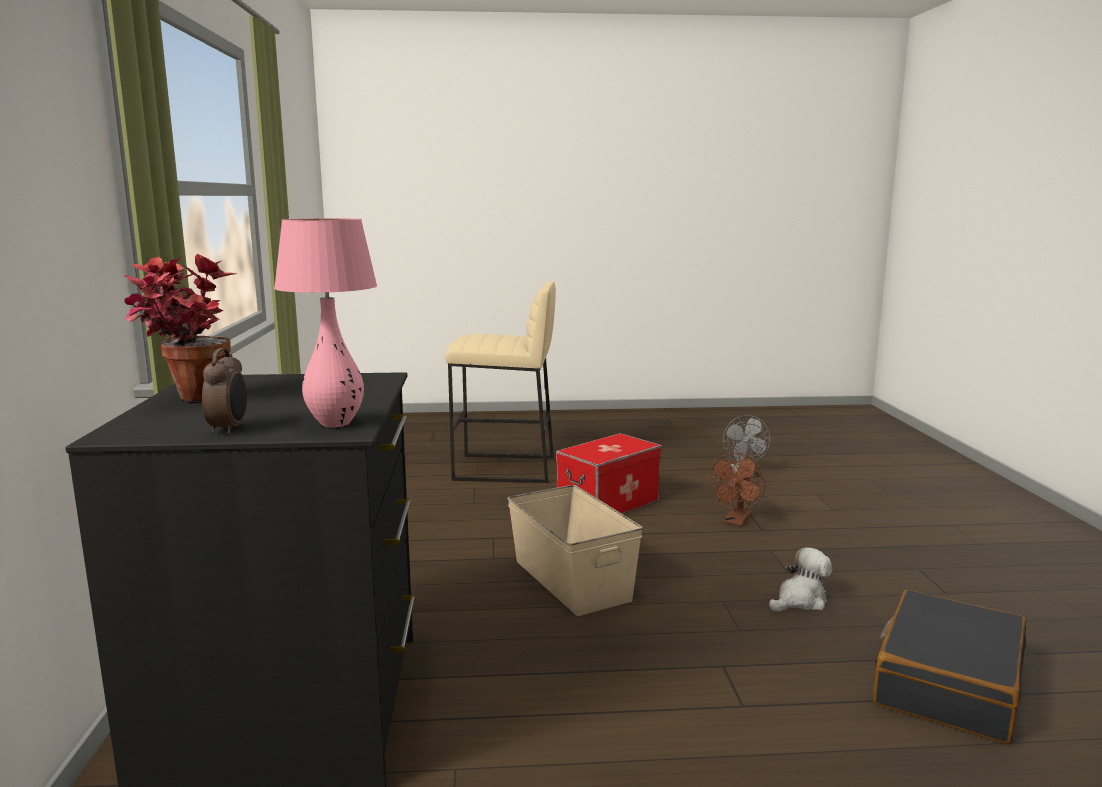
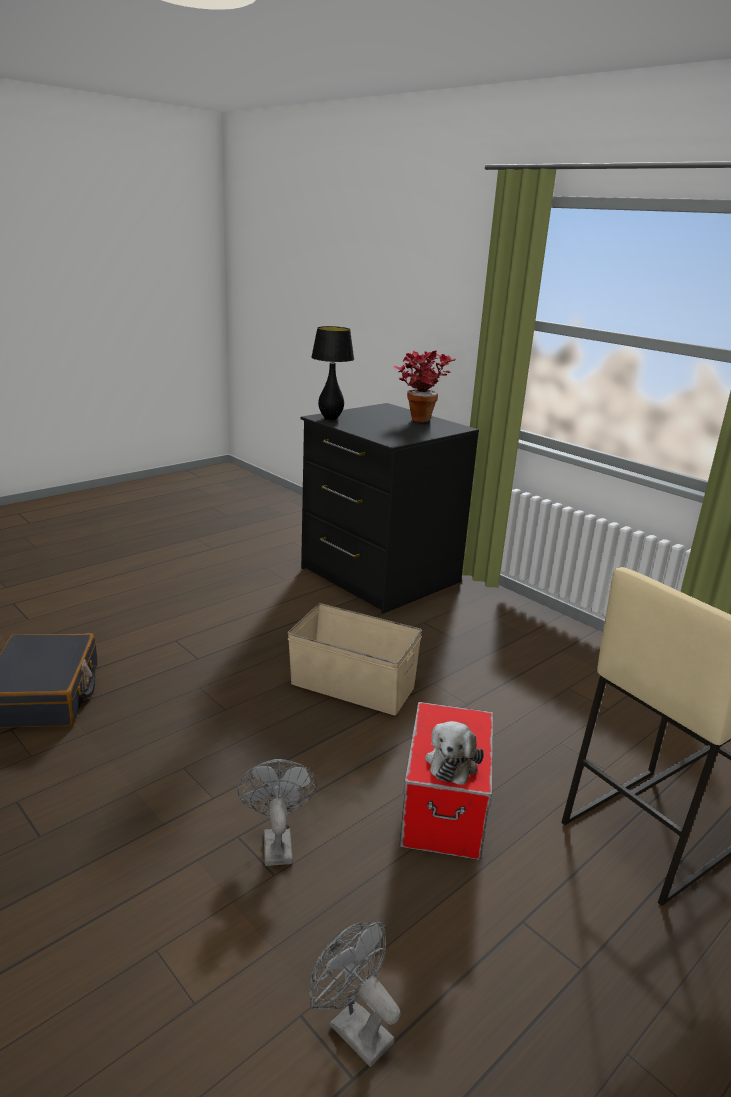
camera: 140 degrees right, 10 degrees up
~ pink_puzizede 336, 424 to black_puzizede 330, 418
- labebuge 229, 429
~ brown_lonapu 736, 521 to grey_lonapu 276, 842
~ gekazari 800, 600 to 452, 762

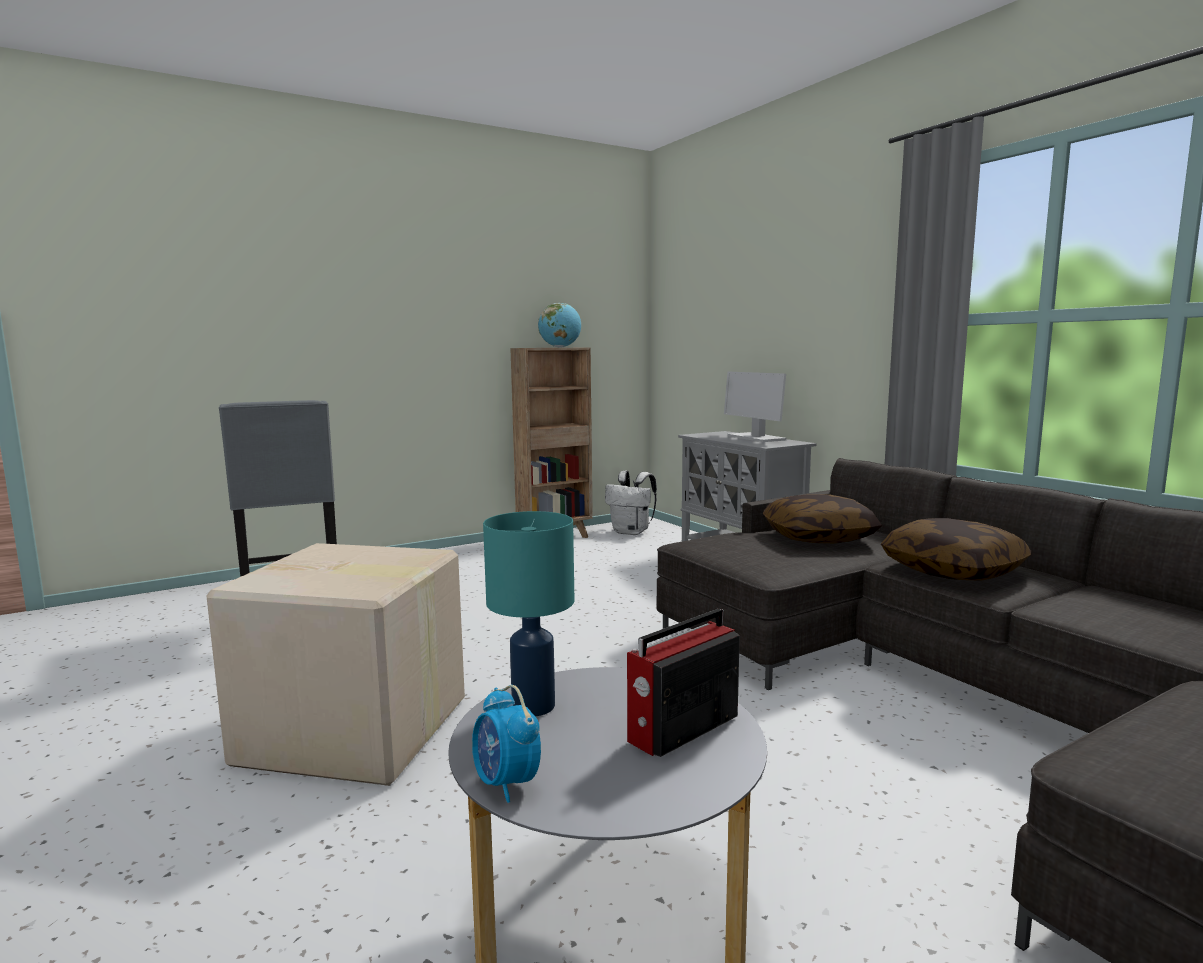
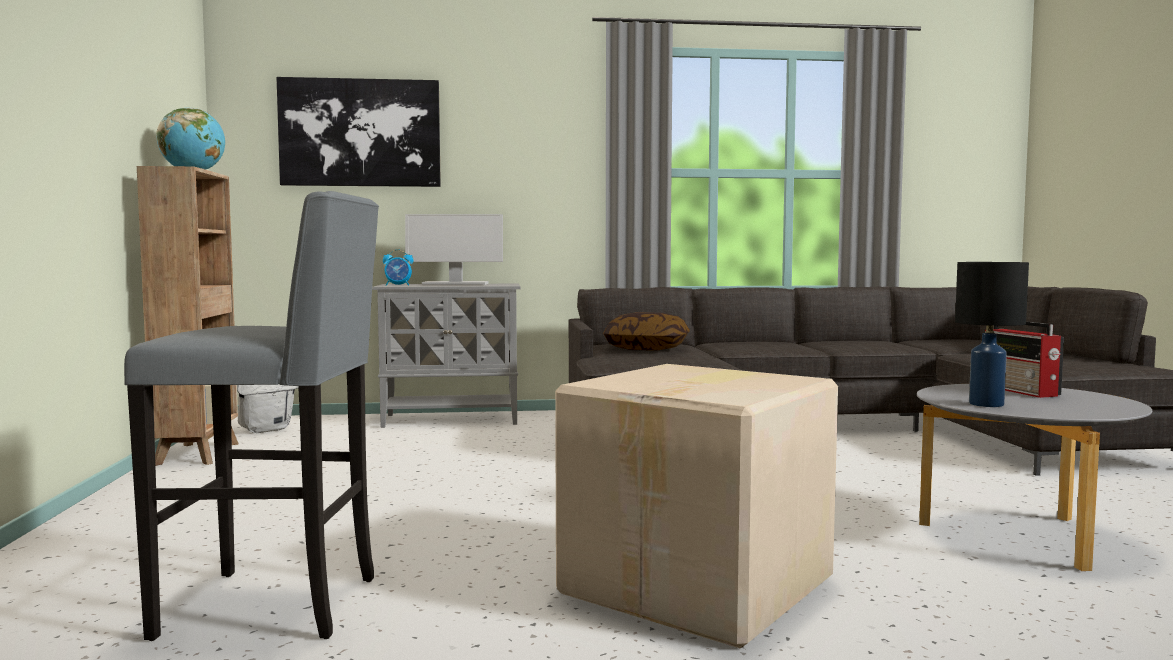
camera: 65 degrees left, 5 degrees down
~ turquoise_puzizede 532, 706 to black_puzizede 985, 404
- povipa 952, 571
~ labebuge 506, 783 to 398, 285
+ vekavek 360, 133

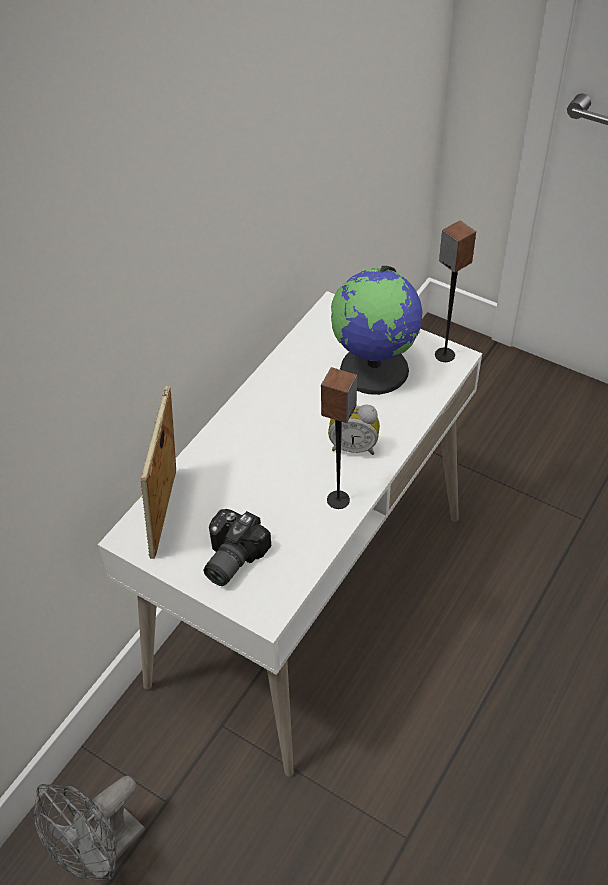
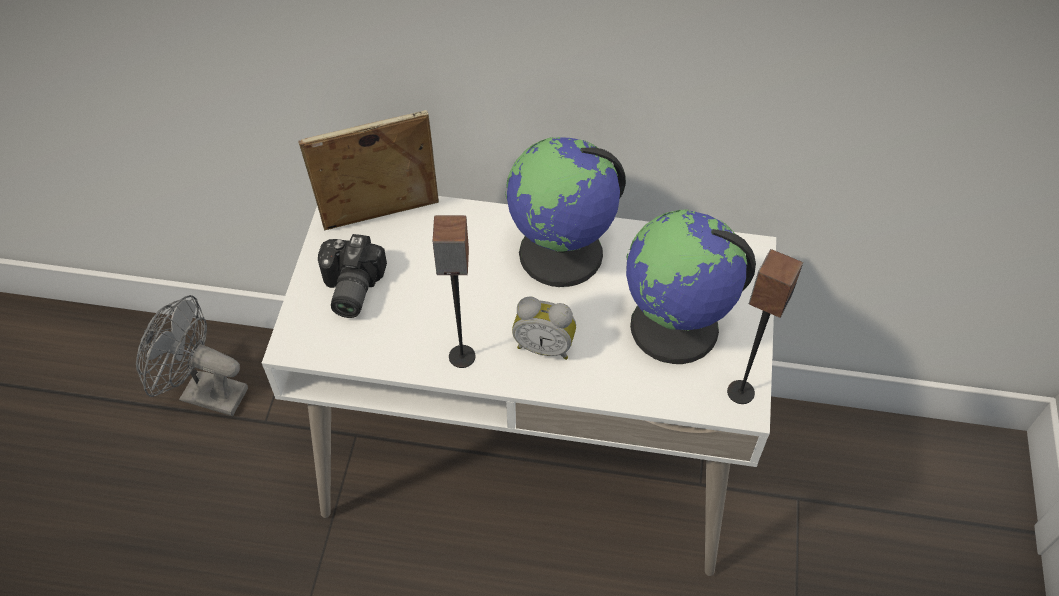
camera: 65 degrees right, 5 degrees up
~ labebuge 353, 446 = 544, 345 60 degrees counterclockwise
~ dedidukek 229, 557 = 348, 289 90 degrees counterclockwise
+ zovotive 562, 254

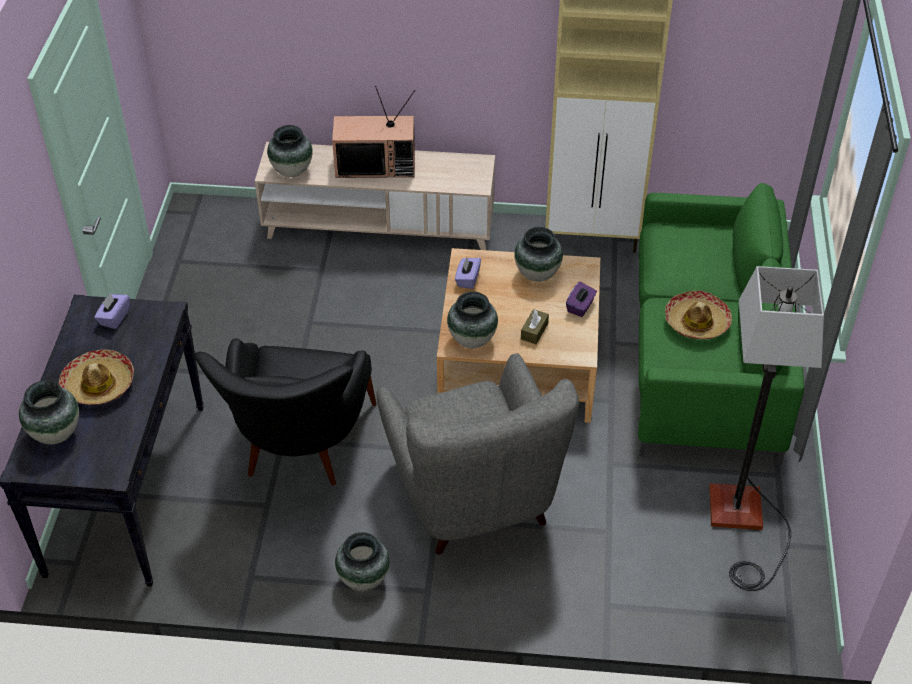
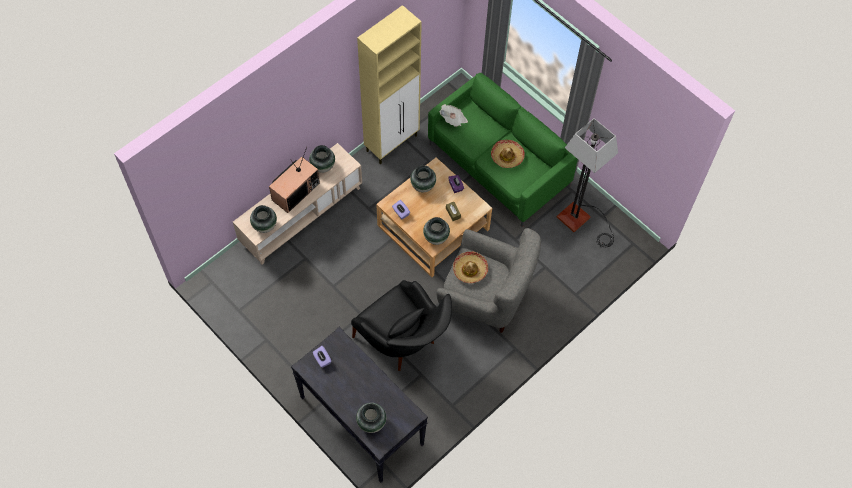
camera: 50 degrees left, 15 degrees up
~ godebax 99, 384 to 470, 270
~ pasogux 363, 578 to 322, 166
+ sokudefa 453, 120

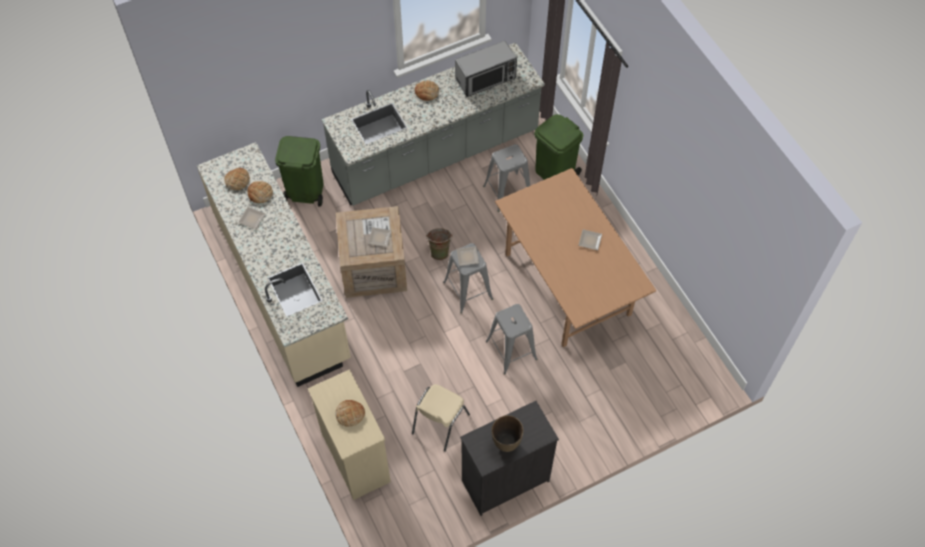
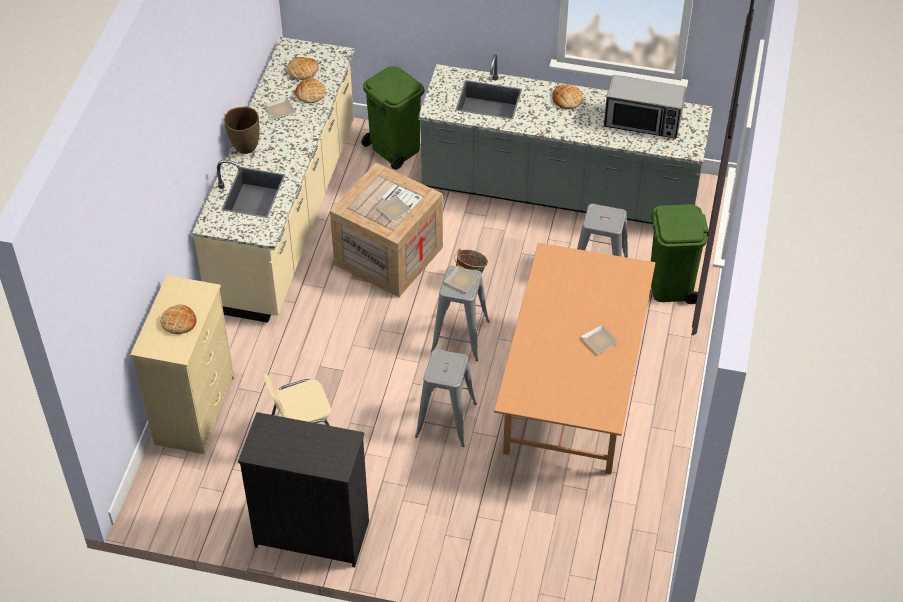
camera: 40 degrees right, 10 degrees down
~ brown_pasogux 506, 443 to 245, 147

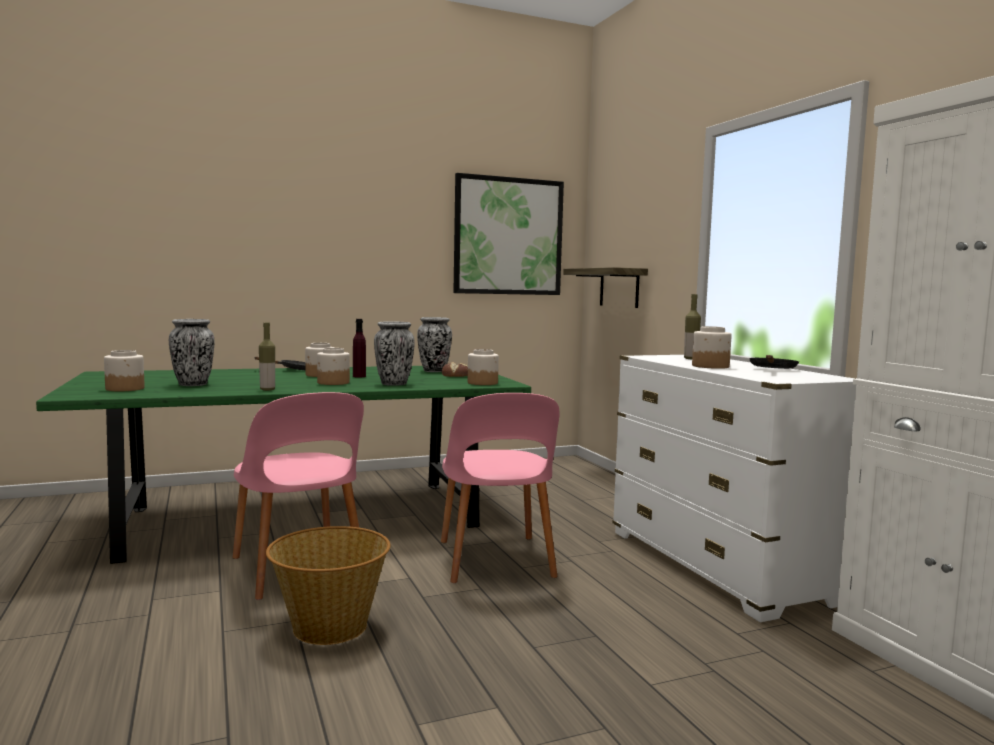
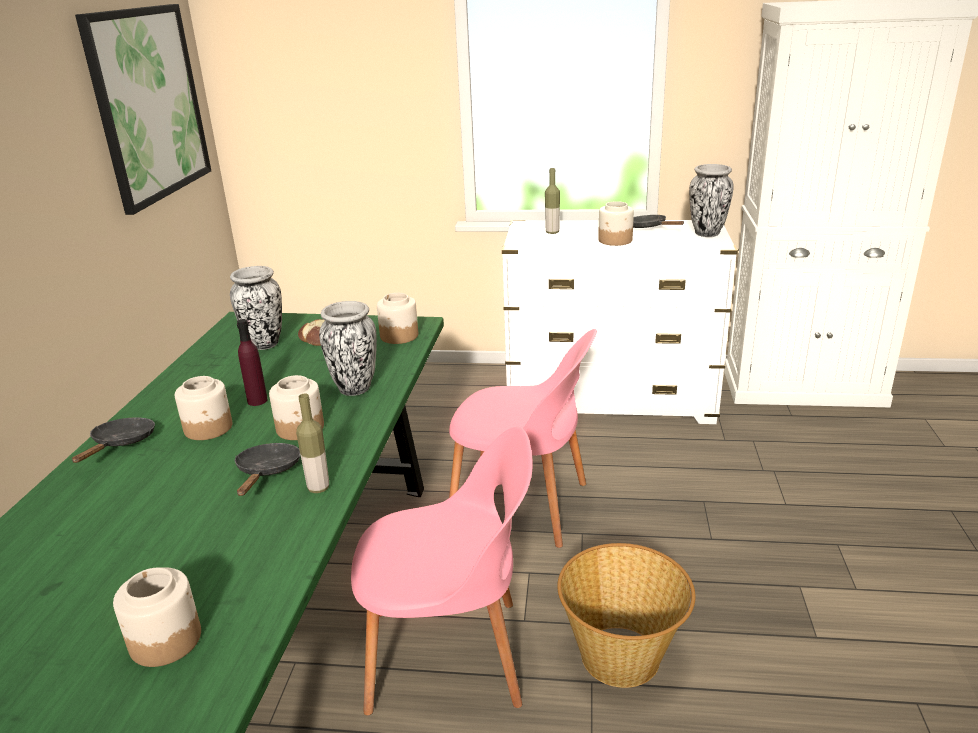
camera: 60 degrees left, 20 degrees up
- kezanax 619, 288
~ pasogux 193, 384 to 706, 233
+ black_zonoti 267, 472

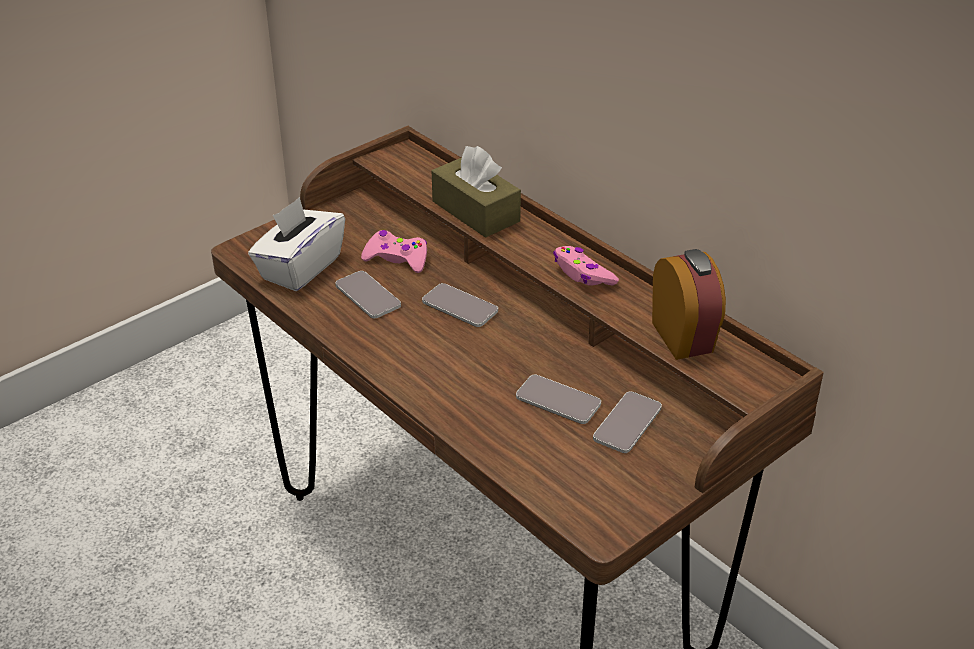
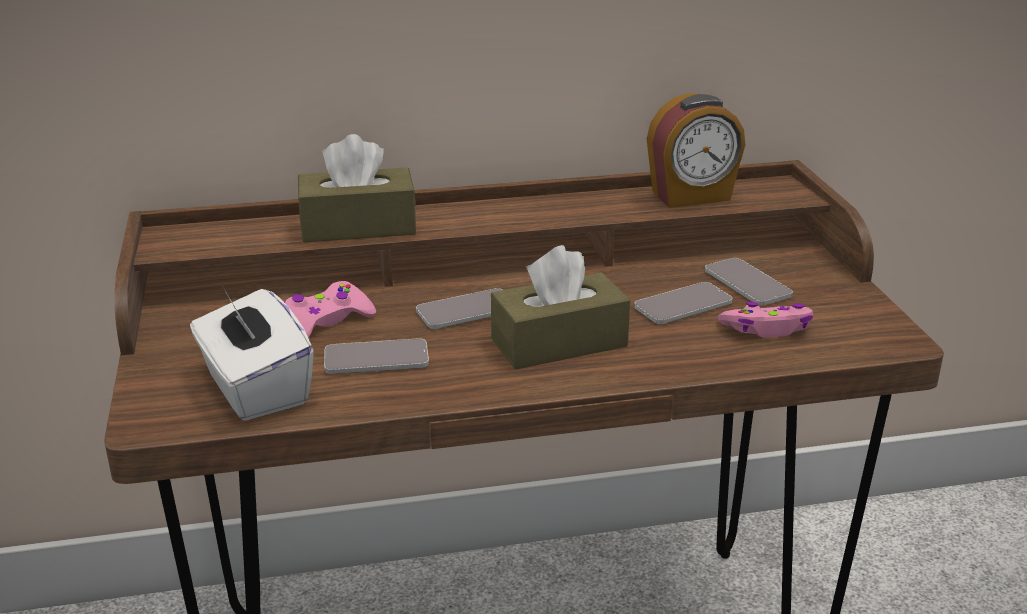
camera: 60 degrees left, 10 degrees down
~ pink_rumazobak 583, 274 to 767, 329
~ labebuge 684, 337 = 691, 196 150 degrees clockwise
+ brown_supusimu 559, 343

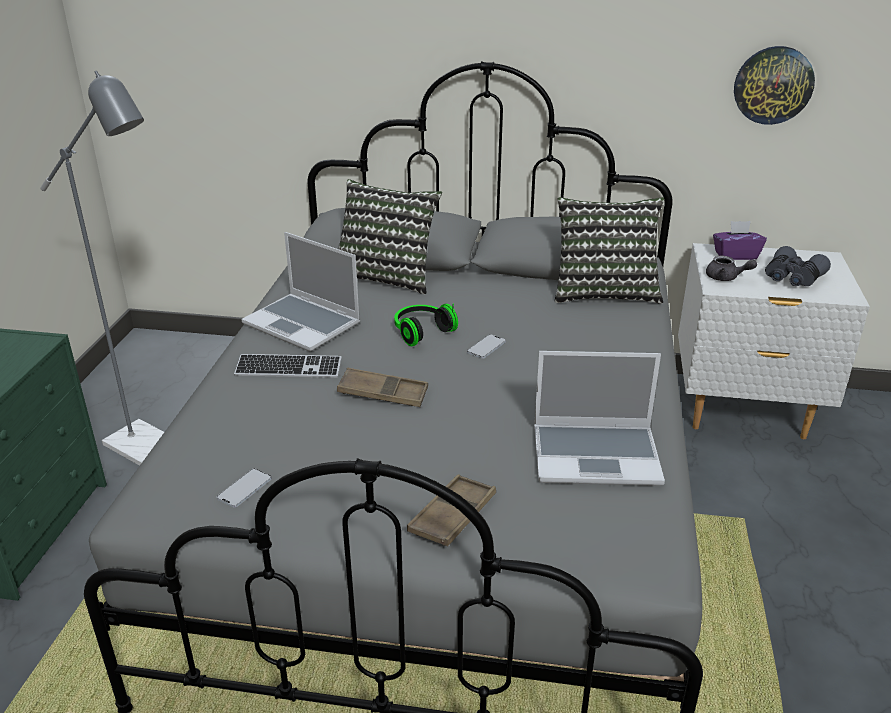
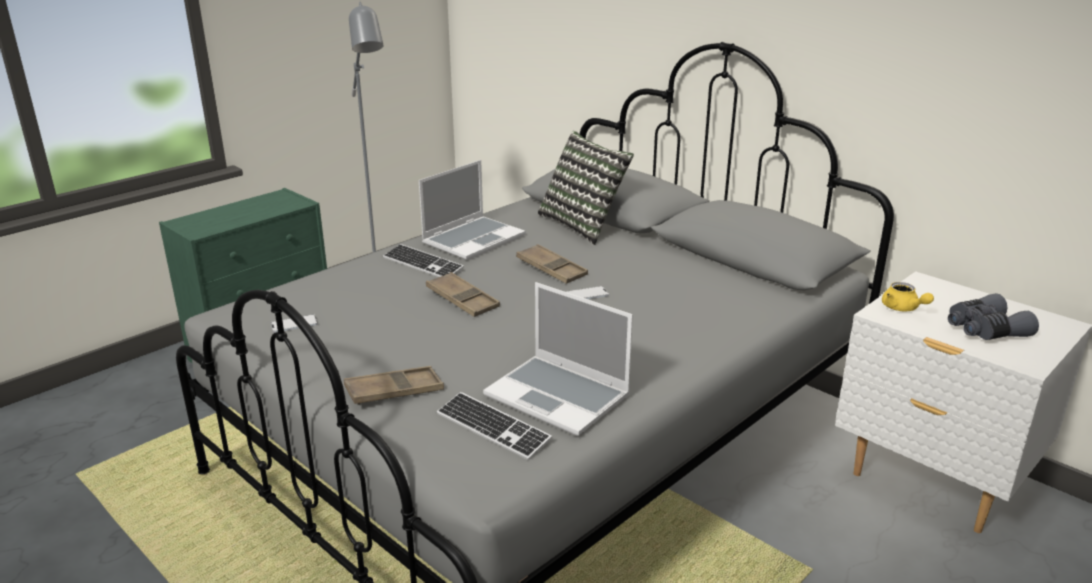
camera: 35 degrees right, 5 degrees down
- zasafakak 773, 85
- povipa 604, 291
- purple_supusimu 735, 255
~ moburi 304, 324 = 474, 239 120 degrees counterclockwise
~ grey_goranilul 726, 278 to yellow_goranilul 903, 308
~ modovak 421, 332 to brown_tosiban 551, 269
+ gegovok 492, 428

